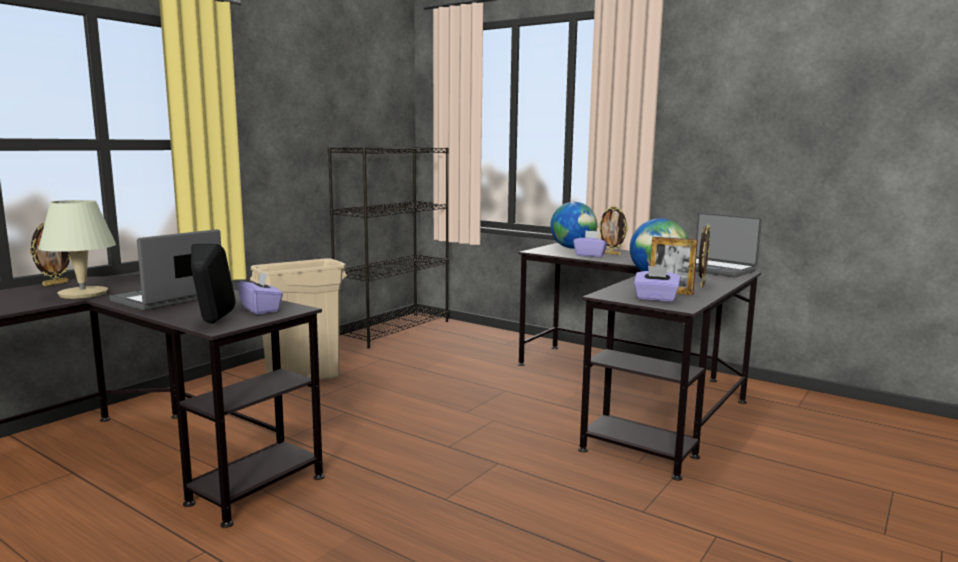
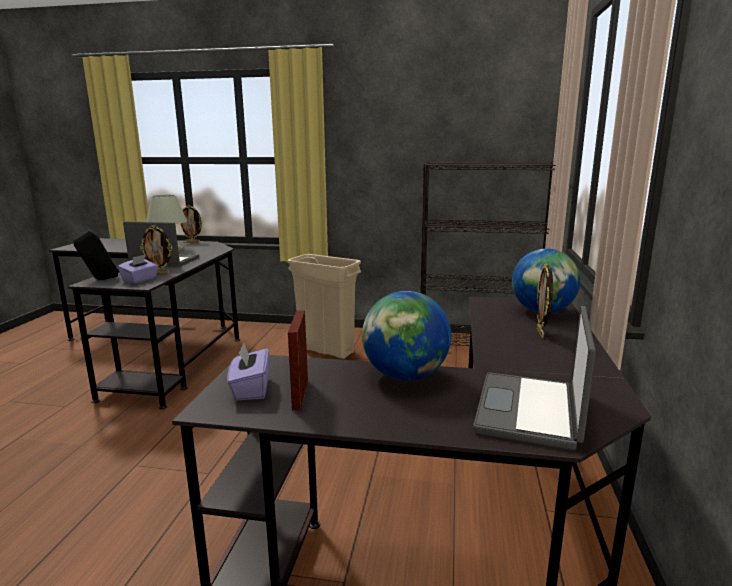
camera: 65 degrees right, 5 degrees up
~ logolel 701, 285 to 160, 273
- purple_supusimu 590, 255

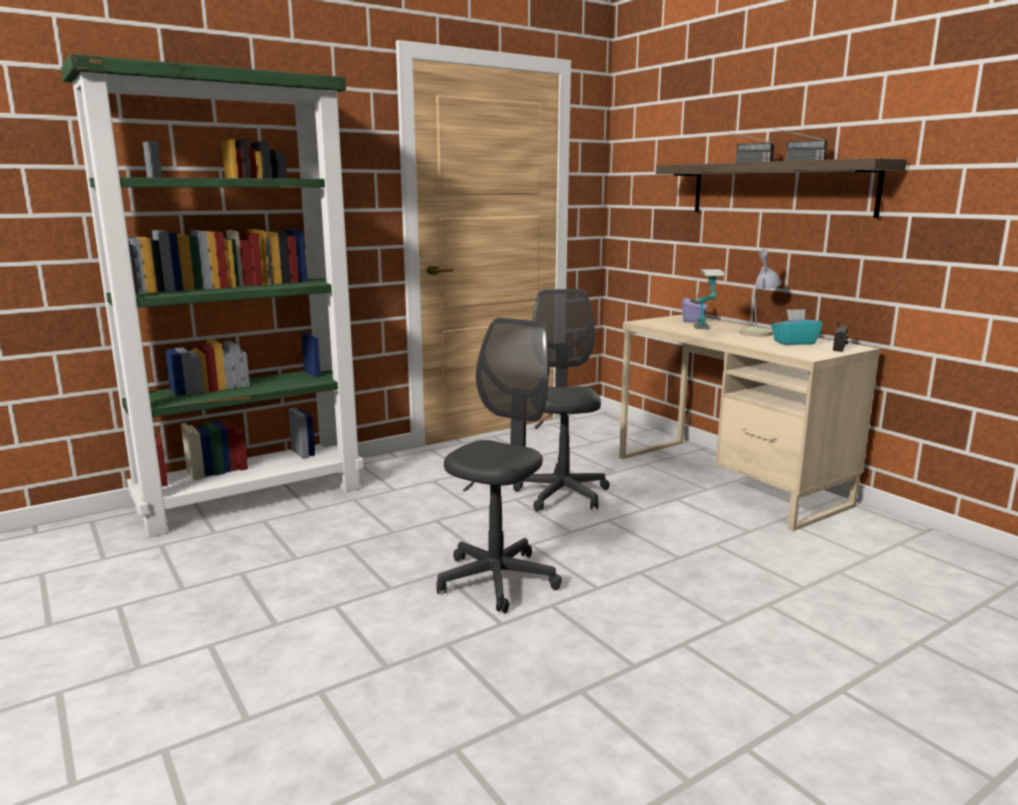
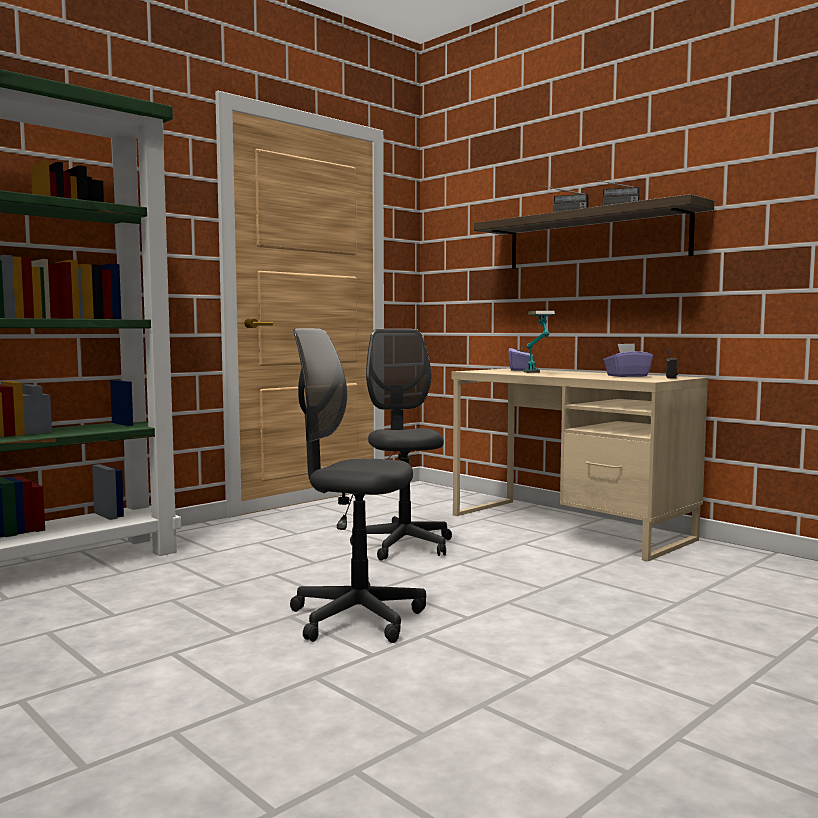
camera: 10 degrees left, 10 degrees down
- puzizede 759, 332
~ turquoise_supusimu 794, 342 to purple_supusimu 627, 376
~ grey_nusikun 497, 580 = 356, 618 90 degrees counterclockwise

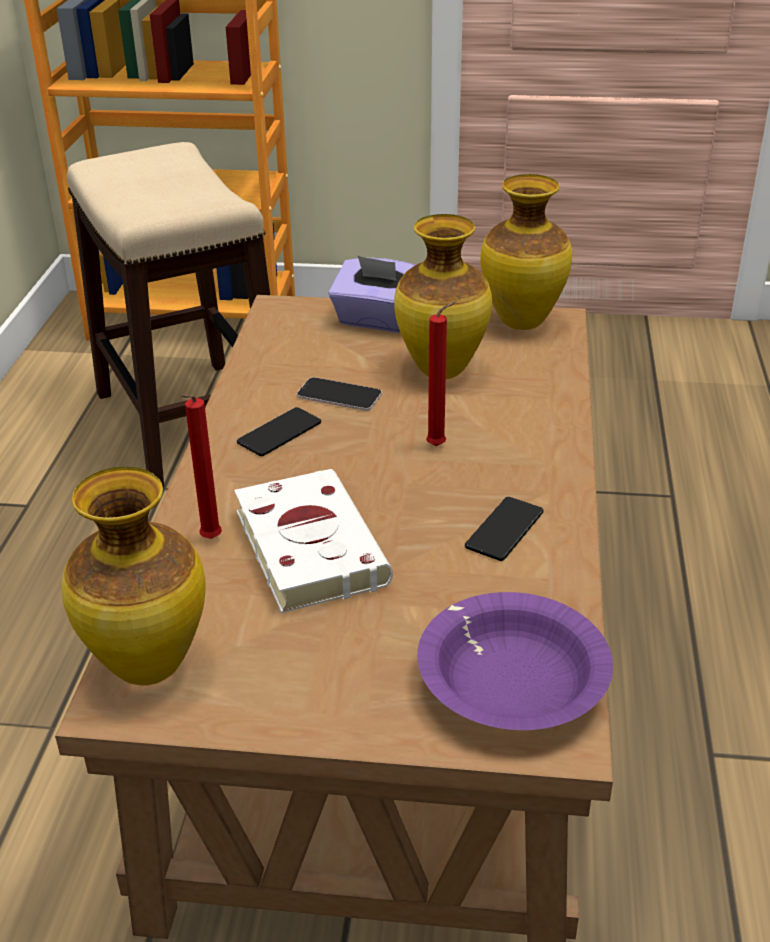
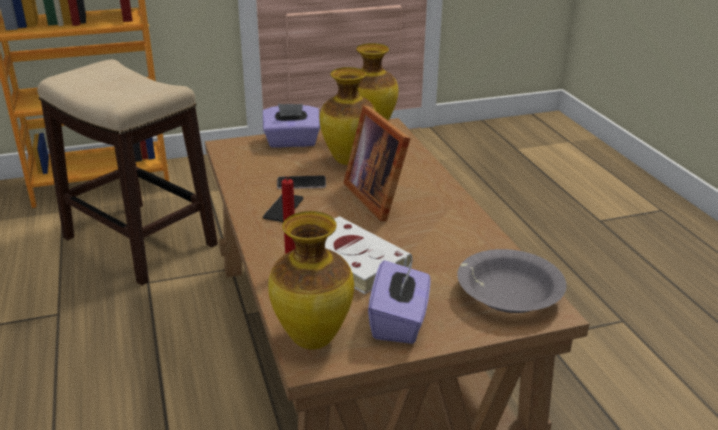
camera: 25 degrees left, 5 degrees down
~ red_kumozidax 439, 446 to logolel 378, 196
- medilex 504, 530
~ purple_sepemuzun 512, 682 to grey_sepemuzun 509, 294
+ purple_supusimu 399, 322

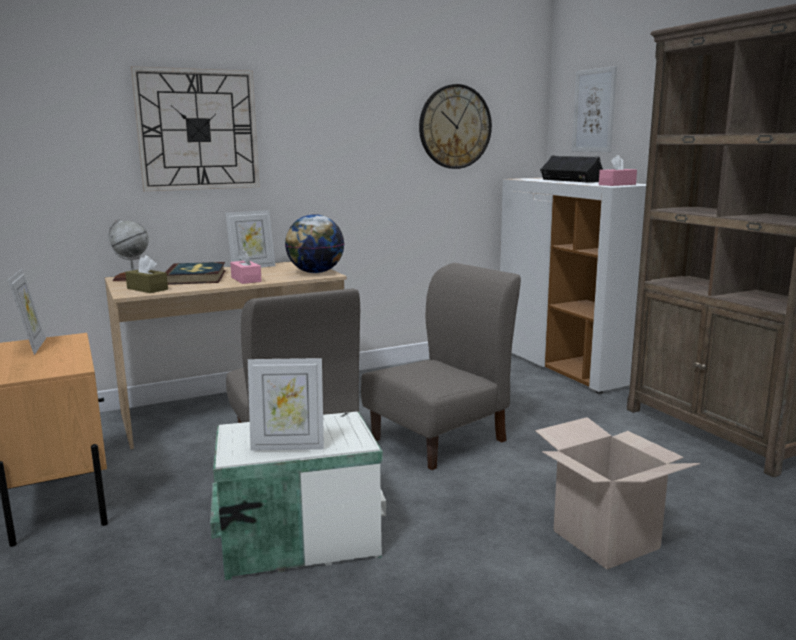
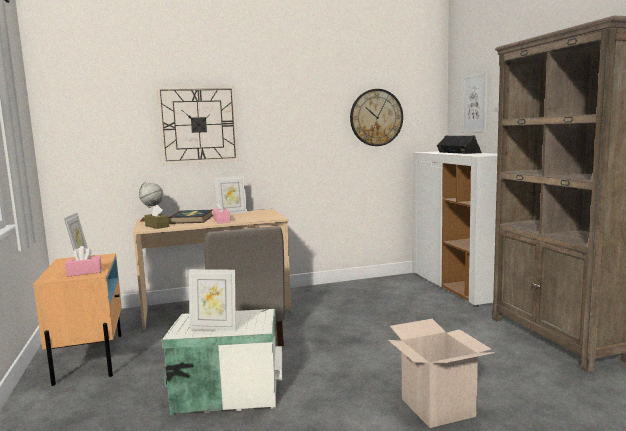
camera: 10 degrees right, 5 degrees down
~ pink_supusimu 617, 184 to 84, 272
- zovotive 315, 272
- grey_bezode 440, 440

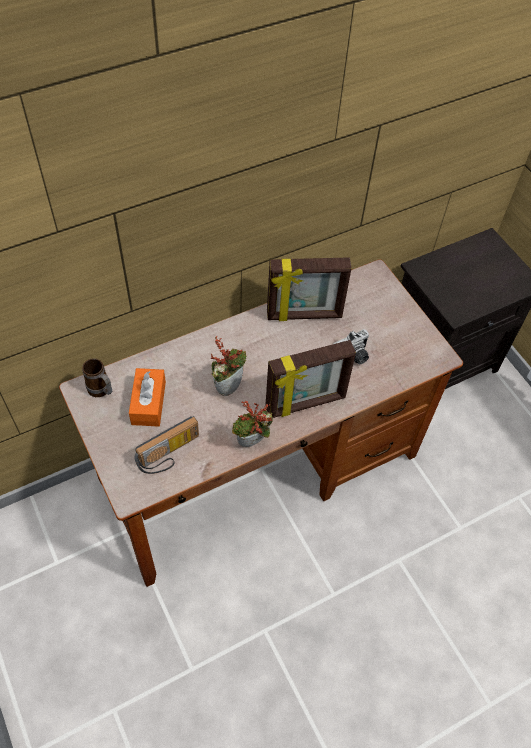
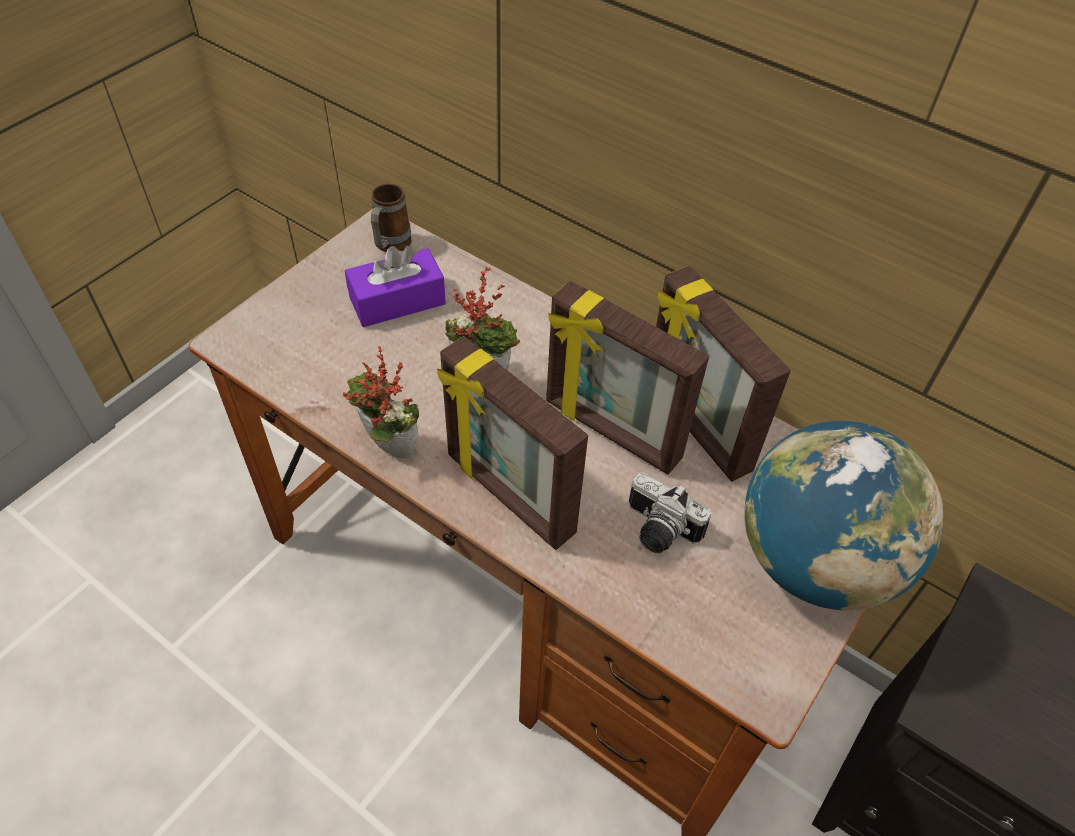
camera: 65 degrees right, 5 degrees down
~ orange_supusimu 148, 403 to purple_supusimu 397, 301
- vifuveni 170, 455
+ logolel 611, 432
+ zovotive 815, 561

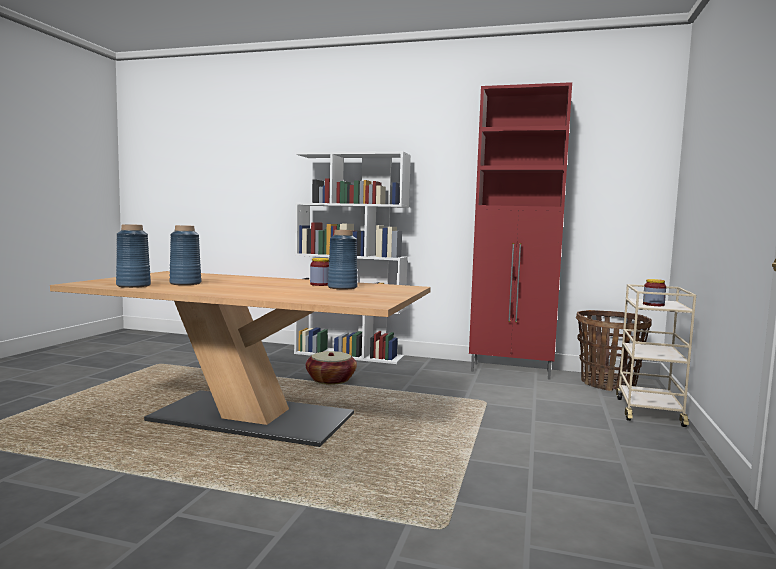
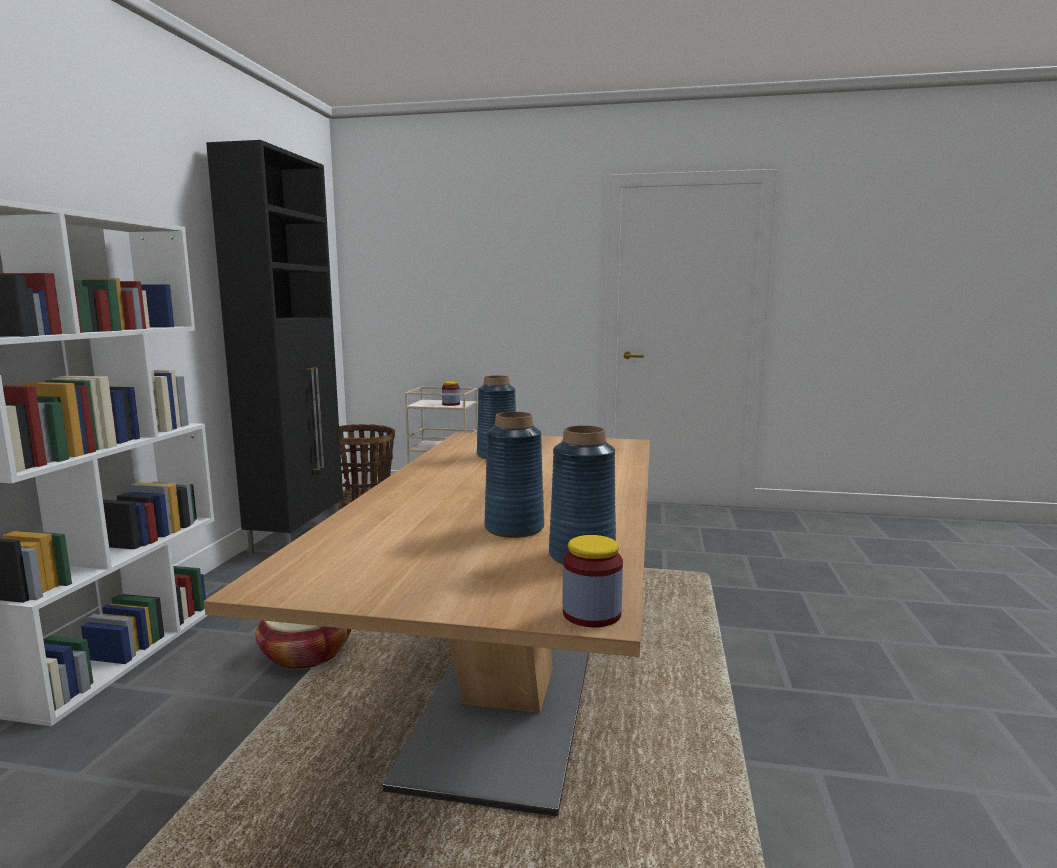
camera: 95 degrees left, 5 degrees up
~ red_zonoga 512, 371 to black_zonoga 299, 536
~ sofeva 320, 284 to 591, 614

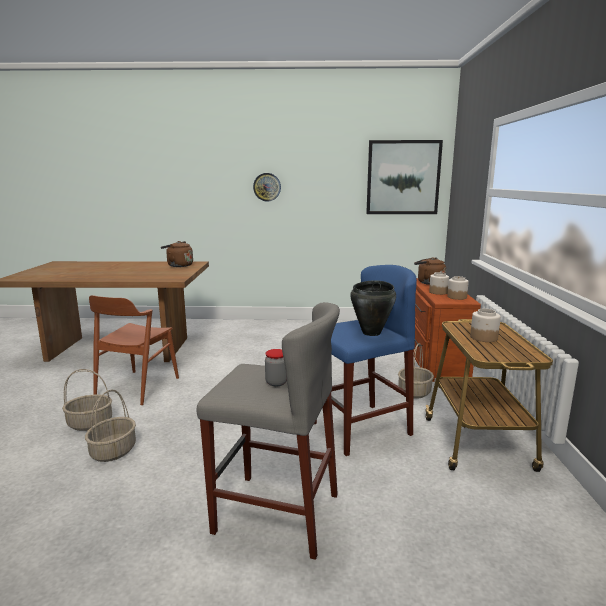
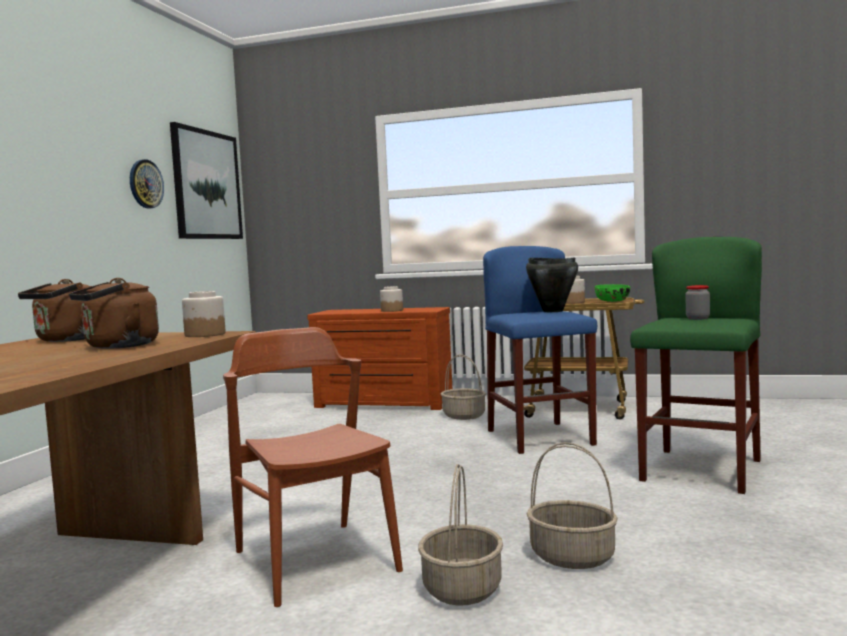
camera: 75 degrees left, 10 degrees down
~ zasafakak 267, 187 to 145, 184
~ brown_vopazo 428, 283 to 117, 346
~ sofeva 457, 297 to 204, 335
~ brown_bezode 137, 387 = 315, 560 150 degrees counterclockwise
~ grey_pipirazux 276, 513 to green_pipirazux 701, 470
+ green_sepemuzun 612, 301

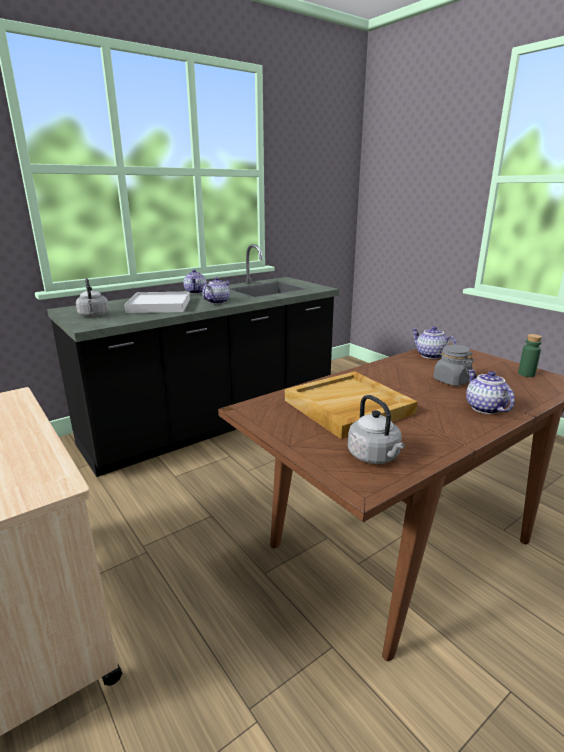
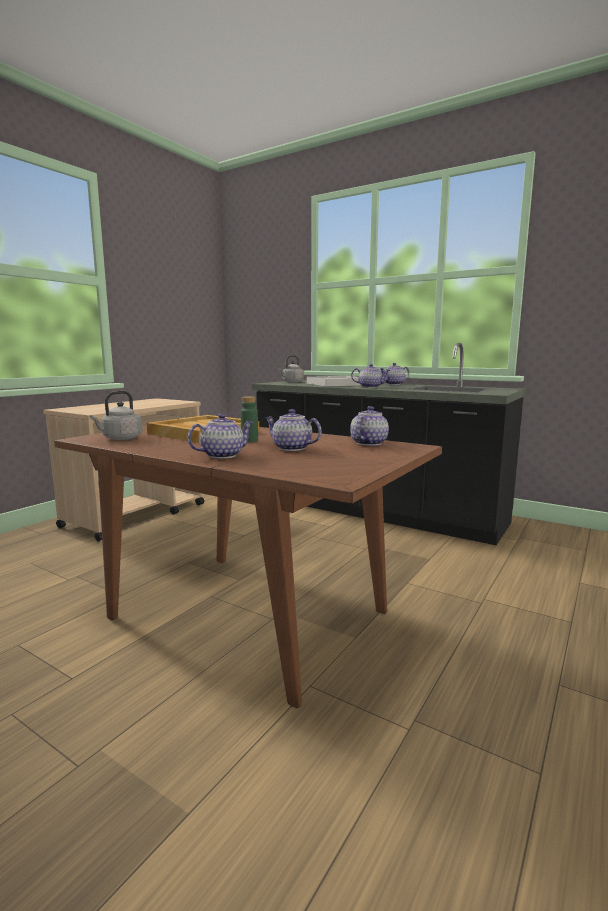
camera: 70 degrees right, 10 degrees down
~ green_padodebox 526, 374 to 249, 440
~ grey_sofeva 451, 381 to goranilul 291, 448

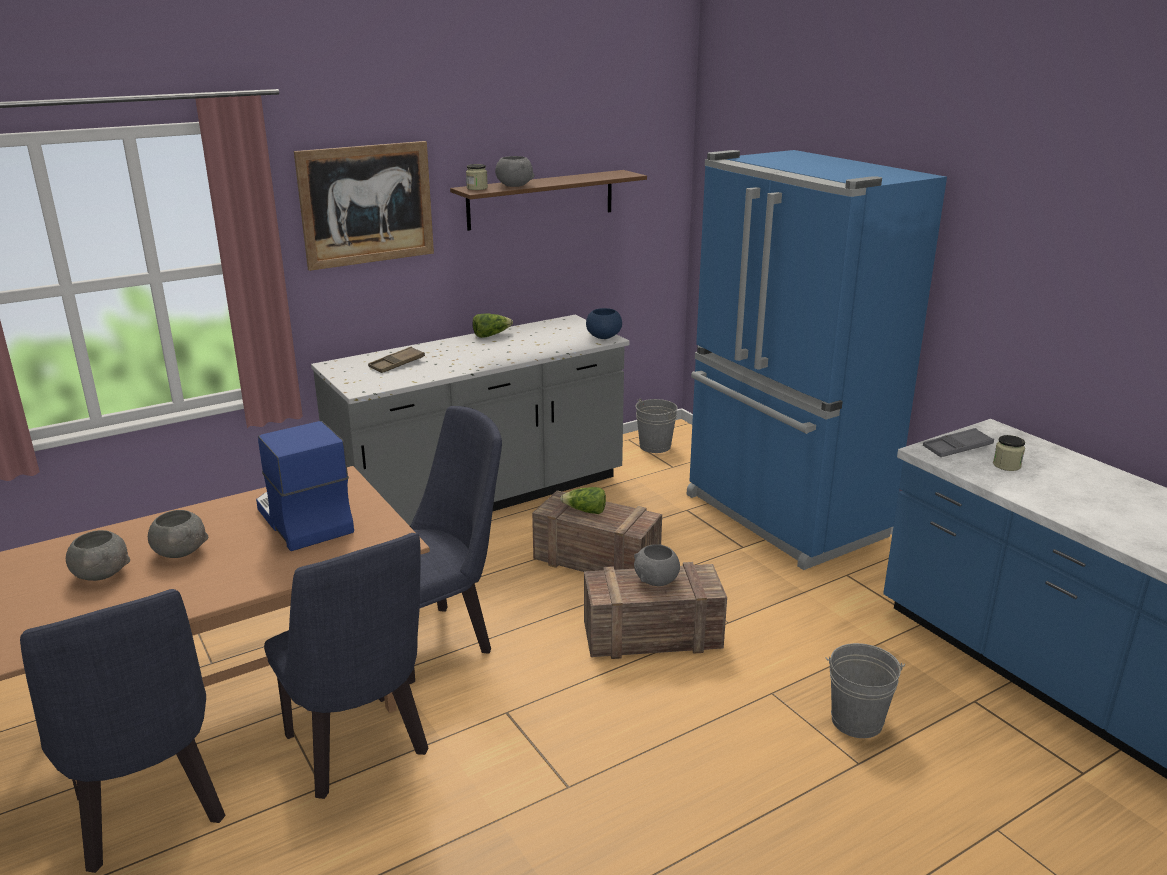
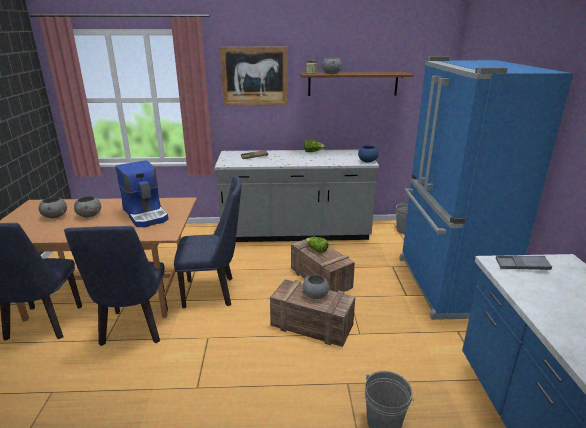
camera: 30 degrees right, 0 degrees up
~ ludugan 302, 520 = 146, 214 150 degrees clockwise
- sofeva 1006, 465

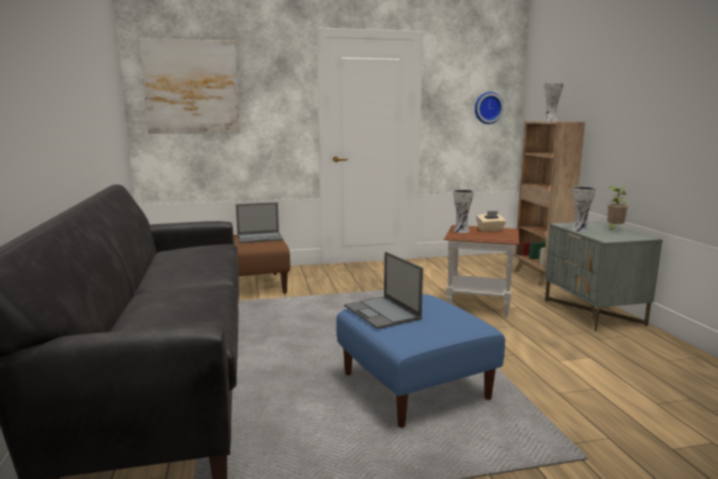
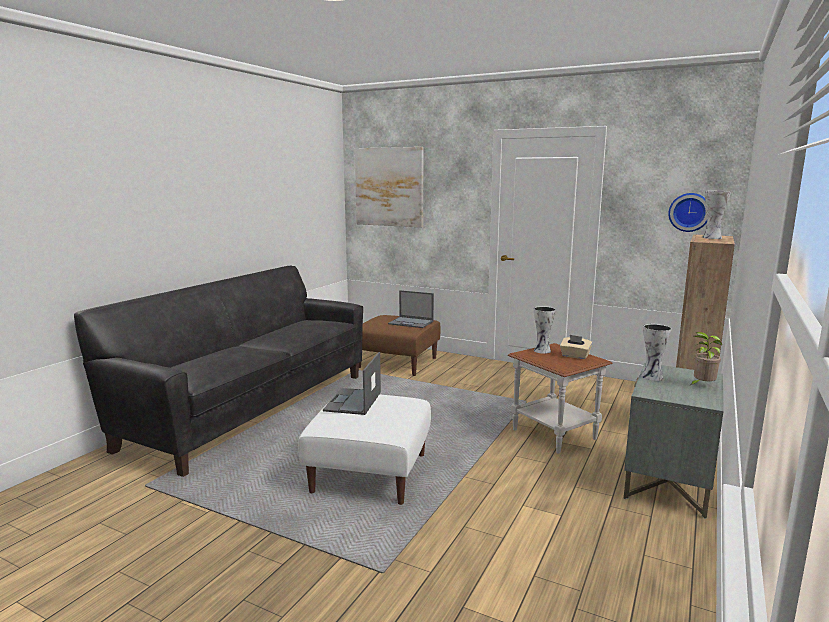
camera: 40 degrees right, 0 degrees up
~ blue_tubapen 416, 386 to white_tubapen 370, 474

